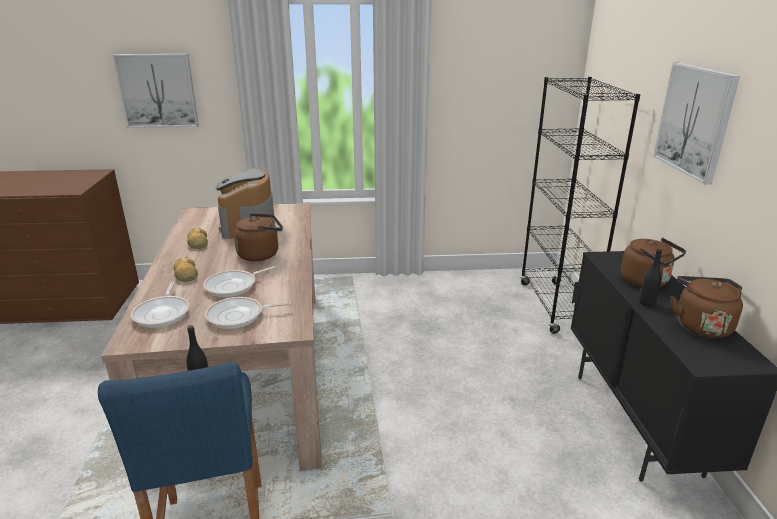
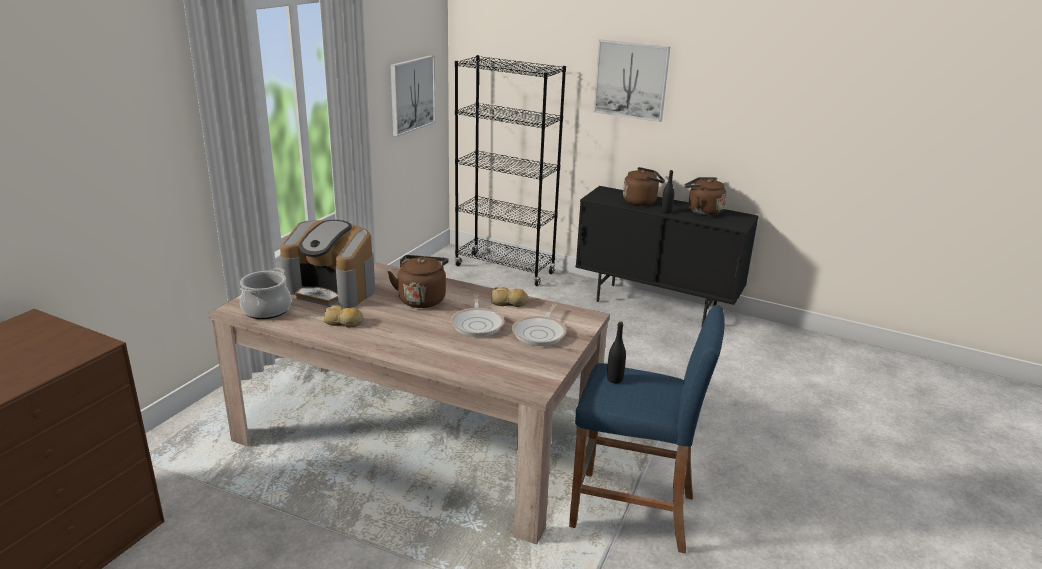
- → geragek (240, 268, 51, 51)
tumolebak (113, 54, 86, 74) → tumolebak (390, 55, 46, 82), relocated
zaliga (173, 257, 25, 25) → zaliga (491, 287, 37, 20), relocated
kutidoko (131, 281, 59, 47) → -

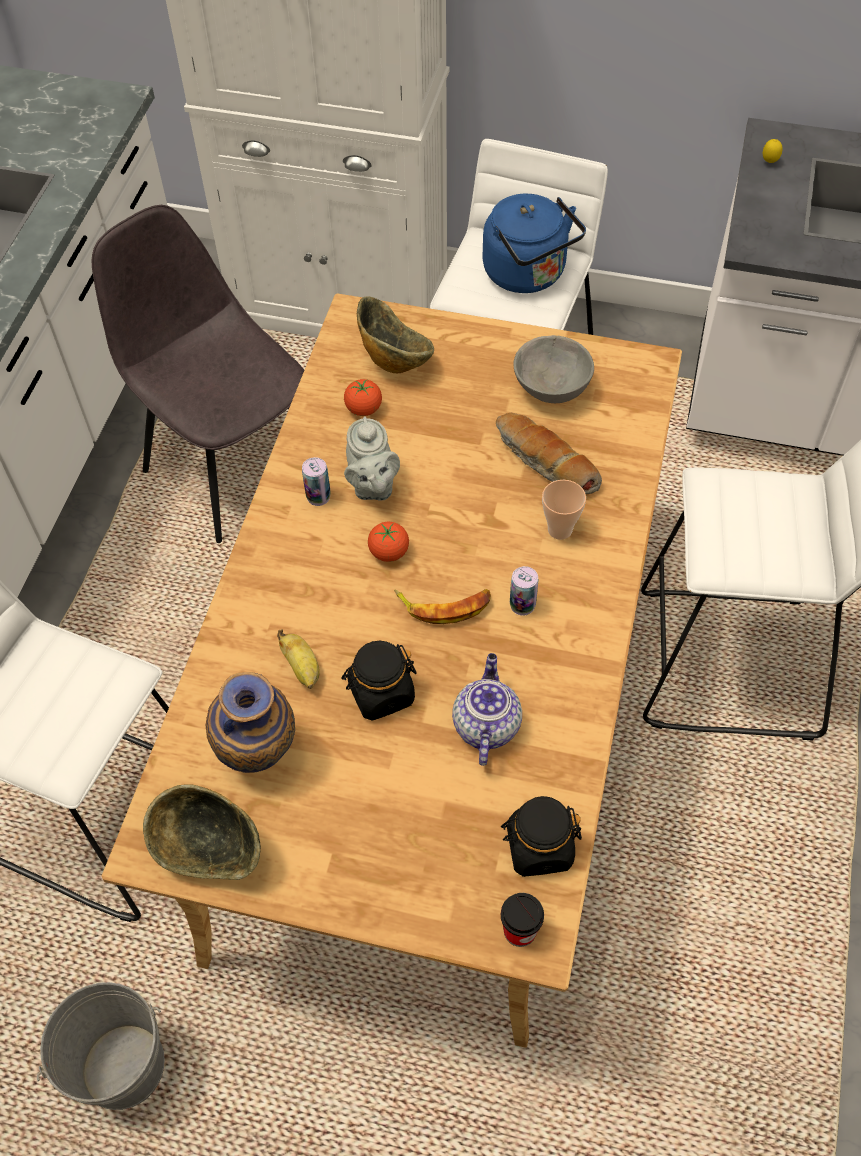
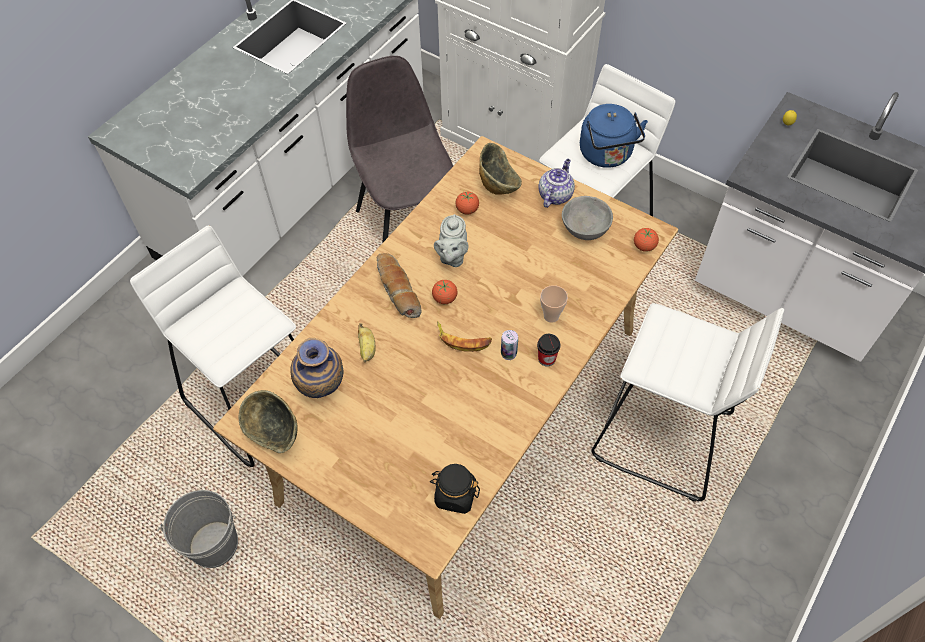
zaliga (496, 413, 106, 81) → zaliga (377, 253, 45, 65), relocated
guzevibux (501, 893, 43, 54) → guzevibux (537, 334, 23, 33), relocated
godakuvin (452, 653, 70, 113) → godakuvin (539, 159, 36, 49), relocated
- → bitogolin (634, 228, 25, 24)
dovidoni (302, 457, 29, 49) → -
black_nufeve (341, 641, 76, 80) → -

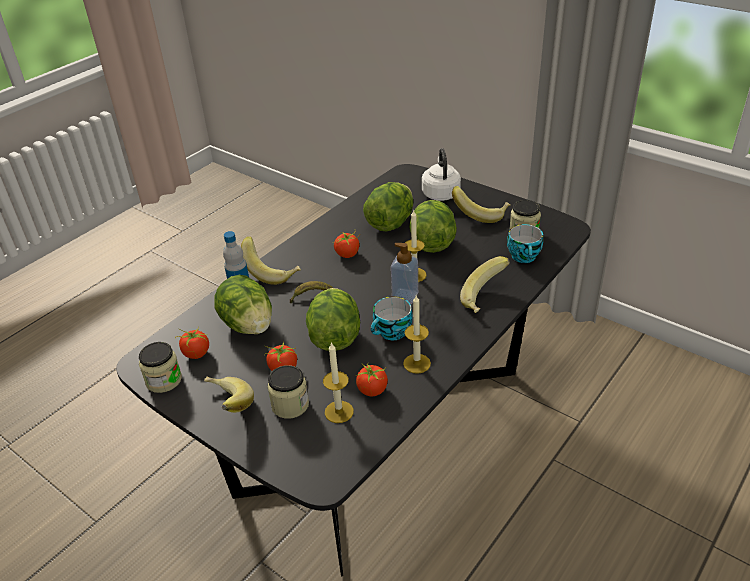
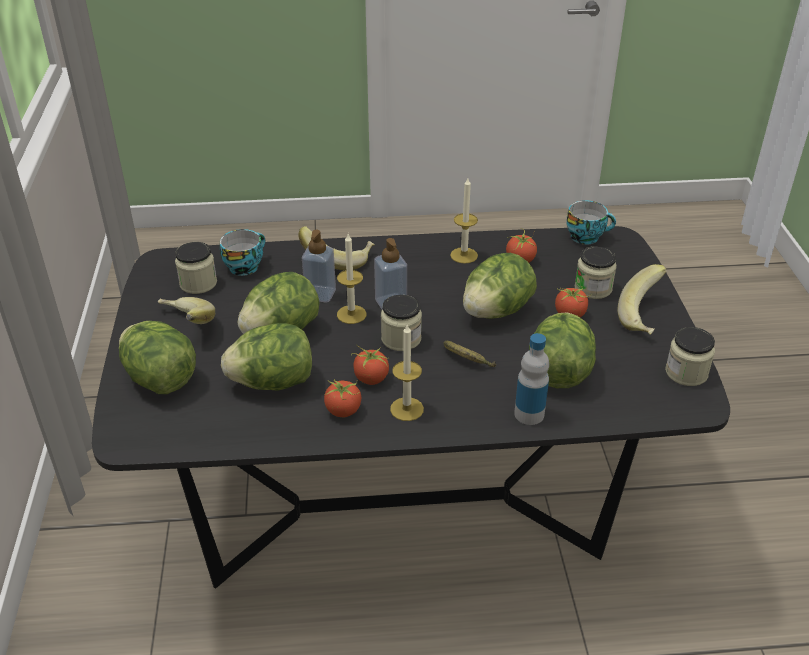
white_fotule (422, 148, 39, 53) → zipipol (119, 321, 77, 73)
- → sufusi (302, 230, 34, 72)
bitogolin (175, 327, 34, 32) → bitogolin (324, 379, 37, 38), relocated
- → nufeve (381, 295, 41, 56)
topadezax (323, 342, 31, 81) → topadezax (390, 325, 34, 96), relocated
guzevibux (371, 296, 42, 44) → guzevibux (566, 200, 50, 45), relocated
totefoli (241, 236, 60, 49) → -

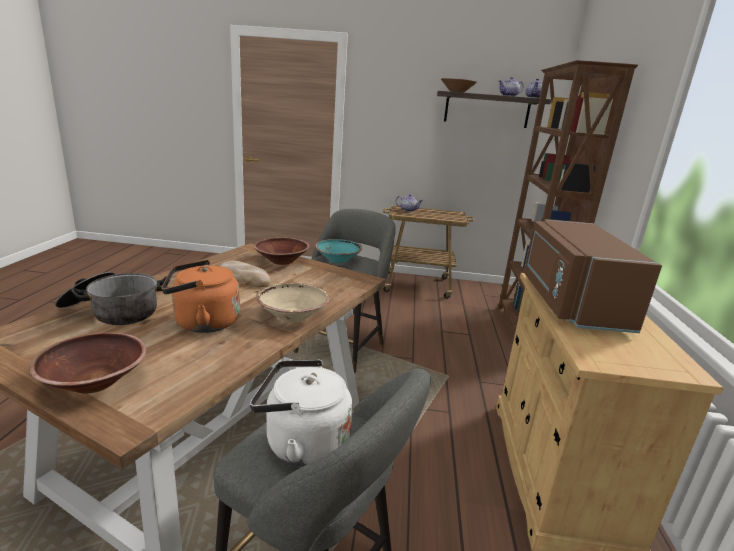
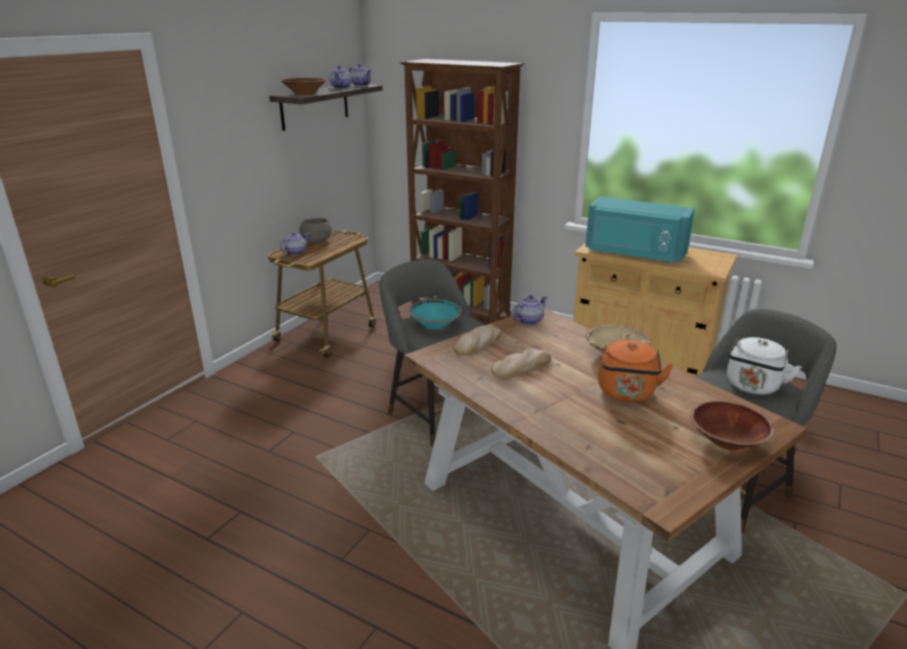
- → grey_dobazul (300, 218, 32, 25)
brown_dobazul (254, 237, 56, 28) → zaliga (453, 324, 49, 31)
- → godakuvin (512, 295, 36, 30)
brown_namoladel (524, 219, 138, 114) → turquoise_namoladel (585, 197, 110, 66)
geragek (55, 272, 112, 53) → -

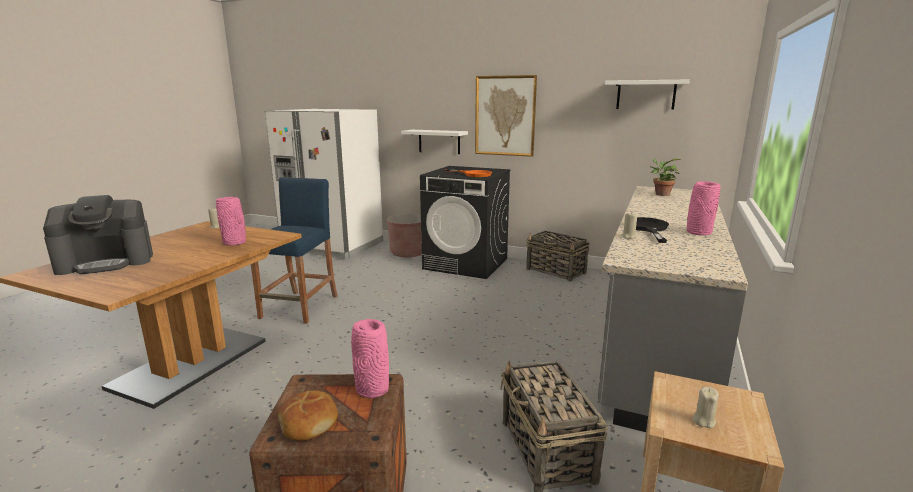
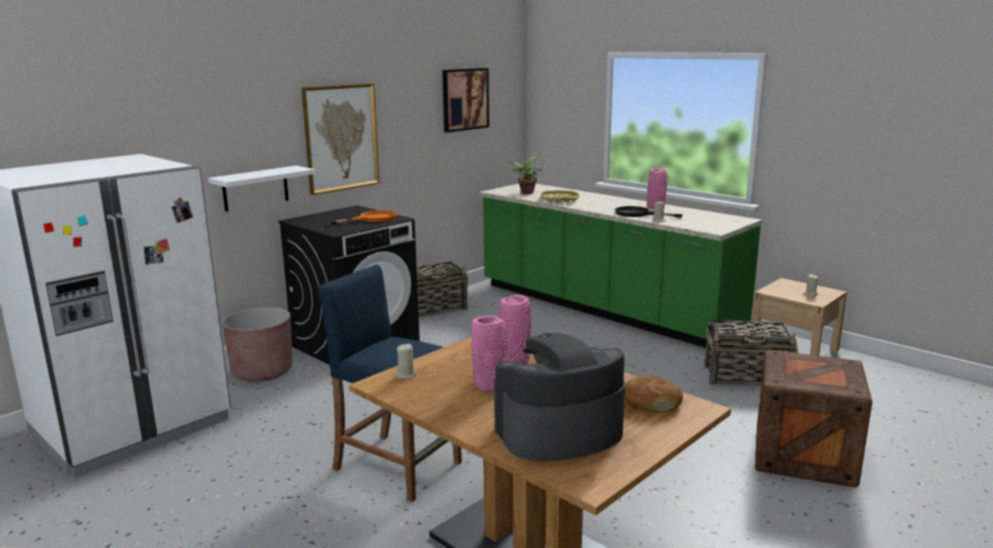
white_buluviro (605, 80, 85, 29) → tumolebak (442, 68, 47, 65)
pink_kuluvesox (351, 319, 38, 79) → pink_kuluvesox (471, 315, 37, 76), relocated
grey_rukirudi (597, 186, 151, 246) → green_rukirudi (479, 184, 283, 164)
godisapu (43, 195, 110, 80) → godisapu (494, 333, 131, 128), 105 degrees counterclockwise
- → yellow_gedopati (541, 190, 38, 13)
zaliga (278, 391, 60, 50) → zaliga (625, 375, 58, 37), relocated

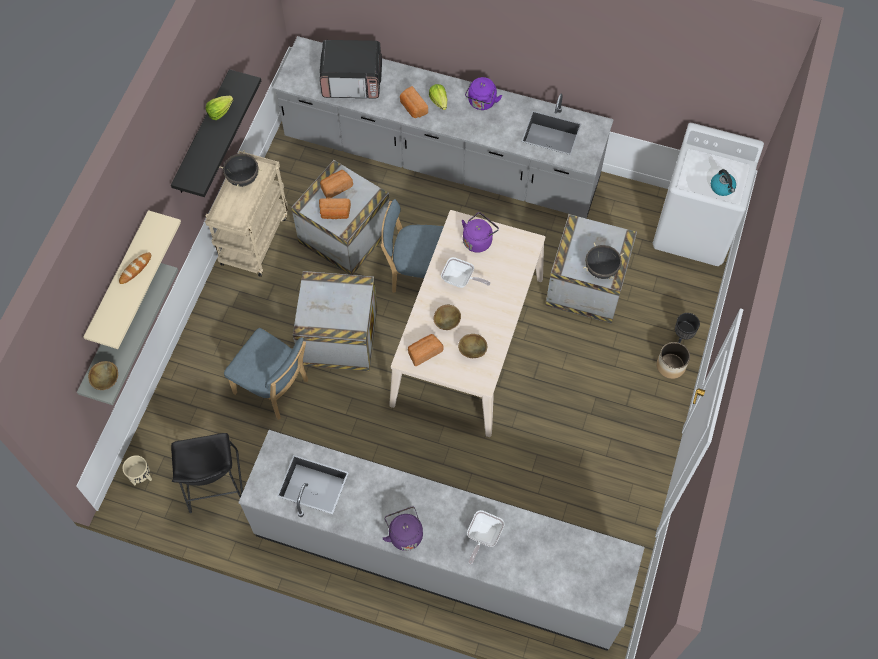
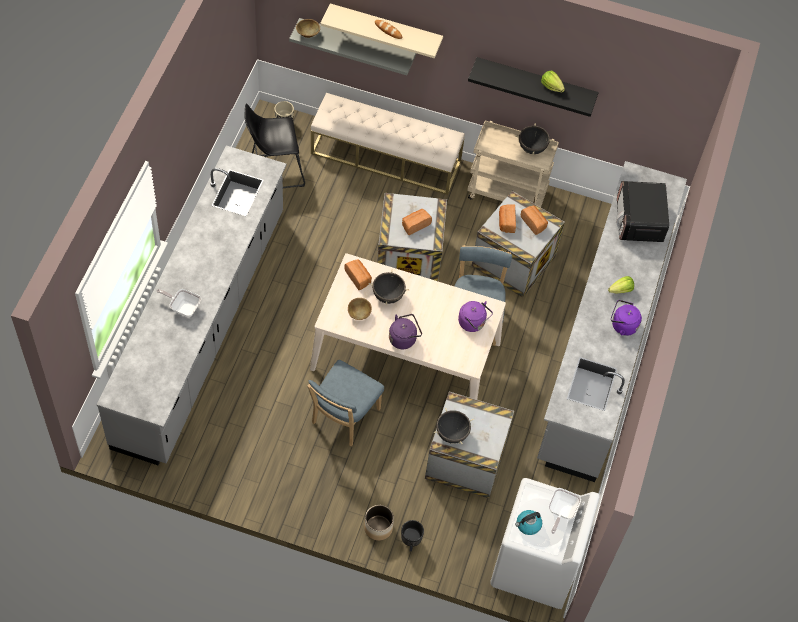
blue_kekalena (224, 328, 84, 92) → blue_kekalena (307, 360, 77, 86), relocated
- → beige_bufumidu (311, 93, 154, 102)
brown_dobazul (434, 305, 27, 25) → black_geragek (369, 269, 41, 36)
purple_fotule (382, 507, 41, 44) → purple_fotule (389, 314, 33, 35), relocated
zaliga (400, 86, 28, 32) → zaliga (402, 209, 30, 26), relocated
kutidoko (441, 257, 49, 31) → kutidoko (548, 488, 33, 46), relocated

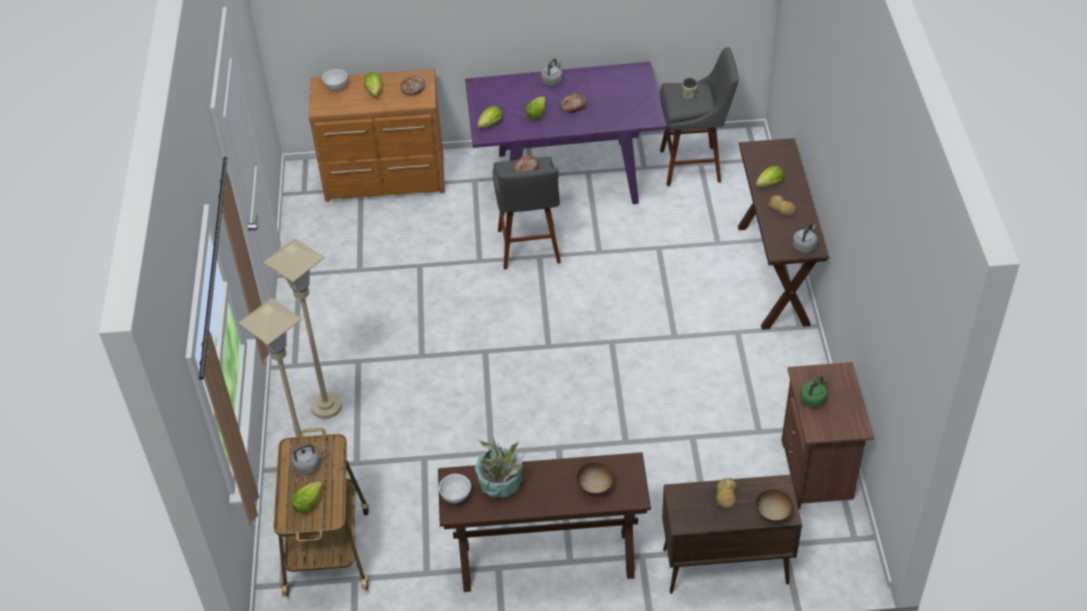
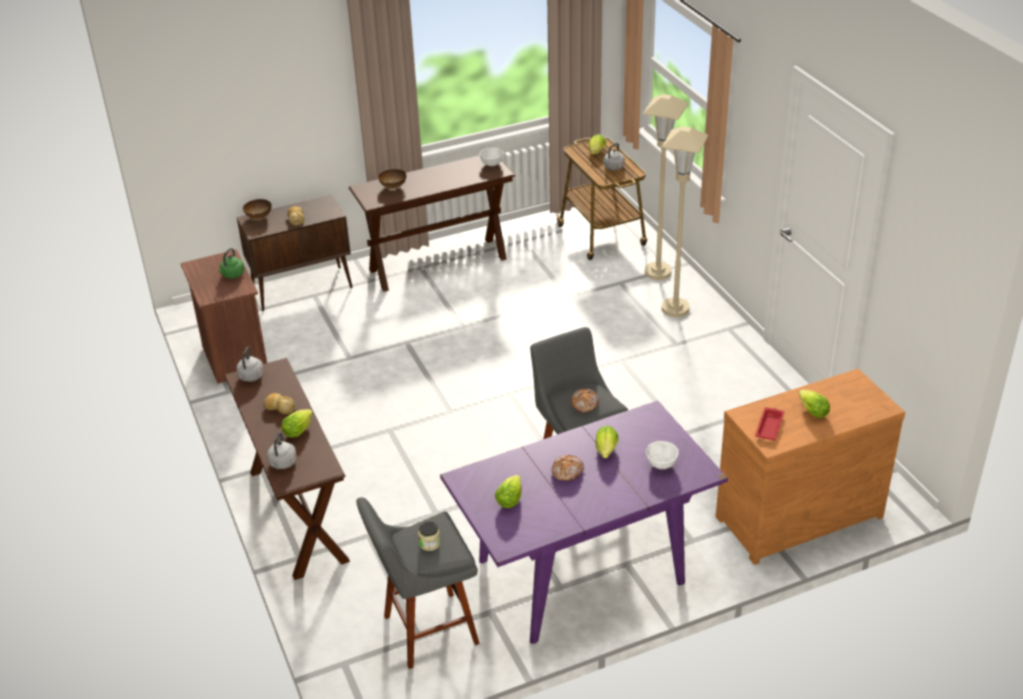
grey_fotule (541, 58, 21, 28) → grey_fotule (267, 432, 30, 37), relocated
zipipol (477, 106, 25, 22) → zipipol (495, 475, 26, 33), relocated
white_dobazul (322, 69, 25, 22) → white_dobazul (646, 441, 33, 28), relocated
zaliga (400, 76, 25, 19) → red_gedopati (755, 407, 30, 33)
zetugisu (475, 437, 51, 61) → -

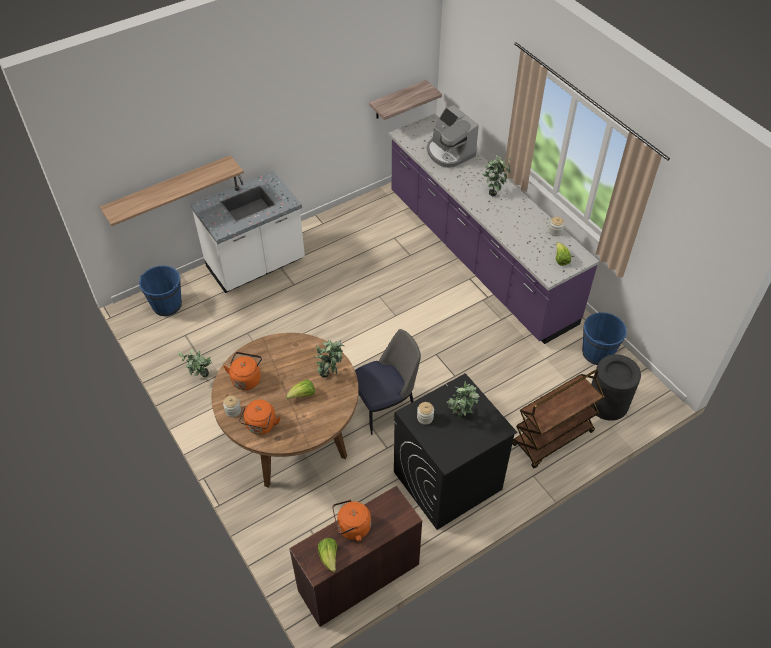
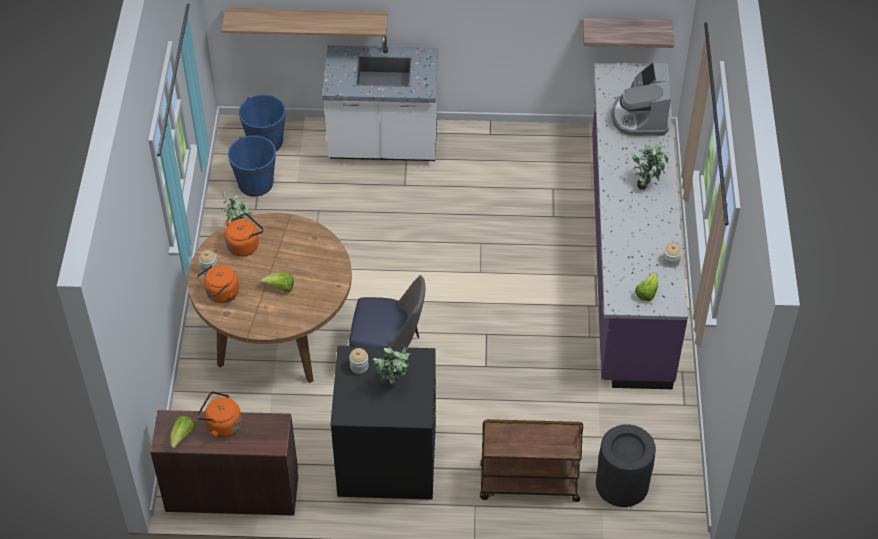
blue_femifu (582, 312, 45, 53) → blue_femifu (228, 135, 48, 62), relocated
zetugisu (314, 340, 30, 38) → -

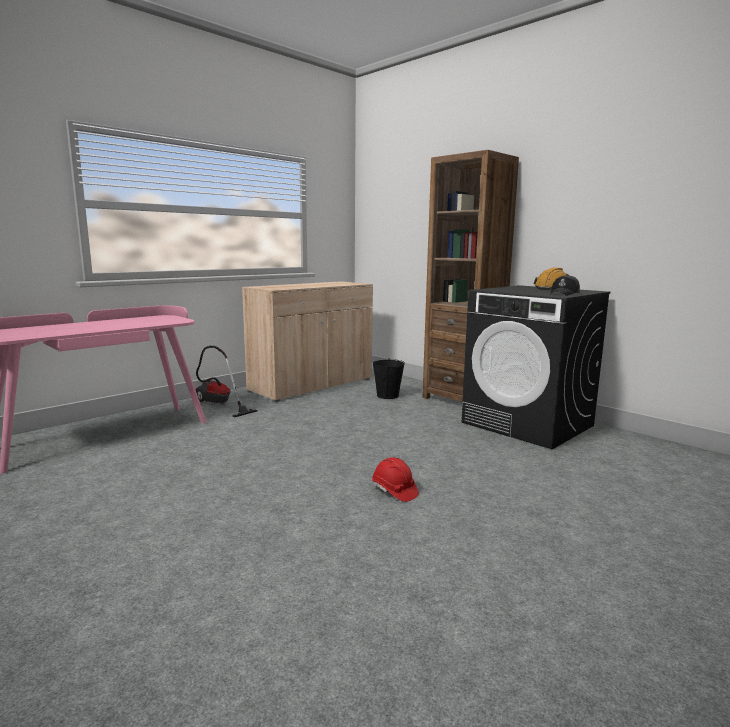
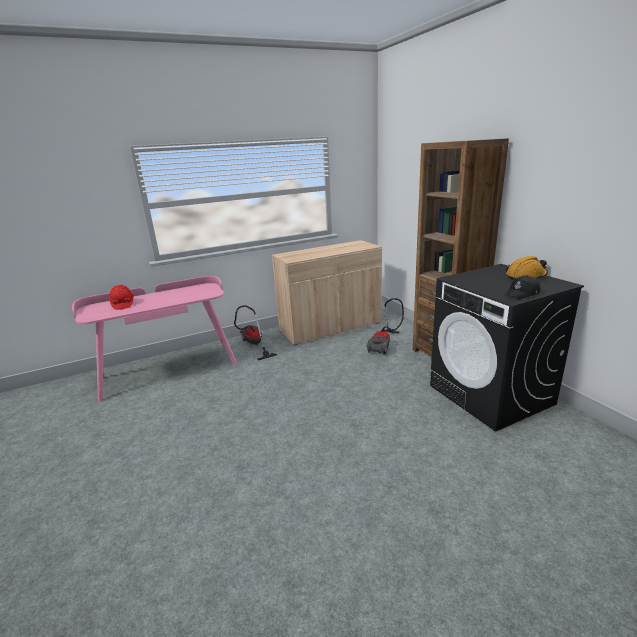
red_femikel (372, 457, 47, 45) → red_femikel (109, 285, 24, 25), relocated
black_femifu (373, 358, 32, 41) → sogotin (367, 298, 37, 57)

